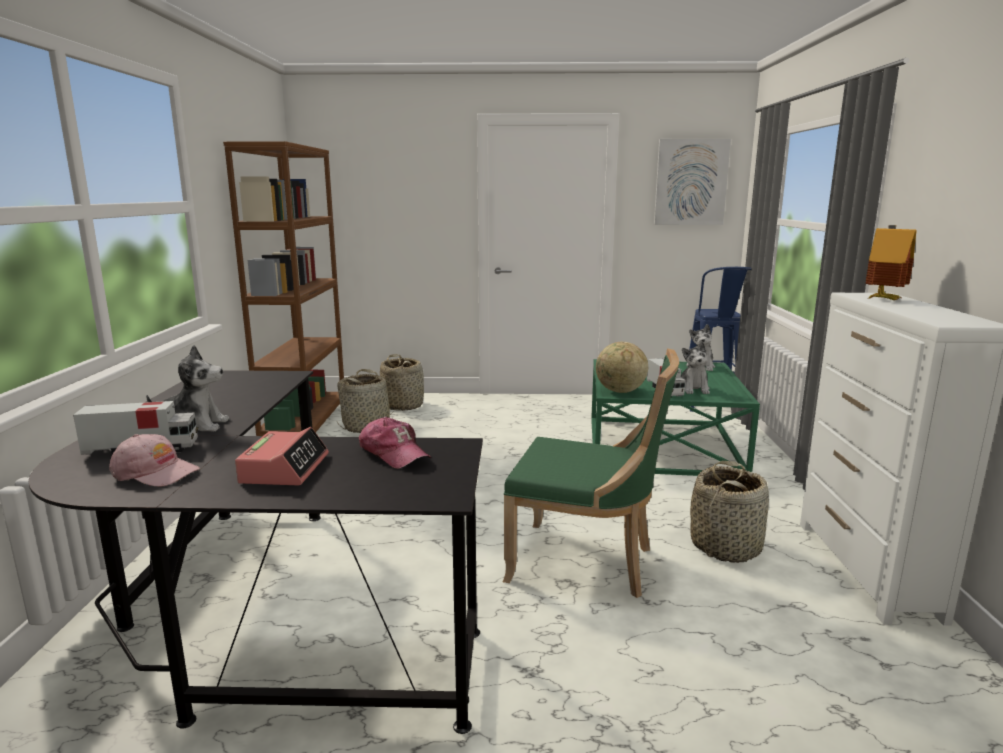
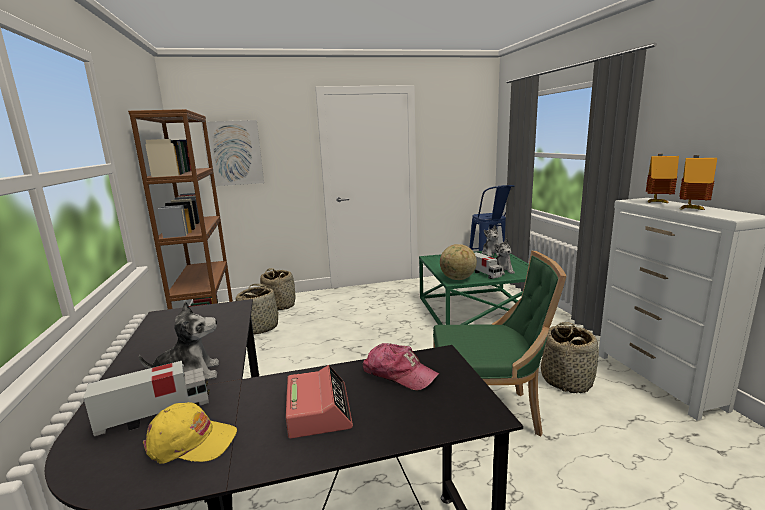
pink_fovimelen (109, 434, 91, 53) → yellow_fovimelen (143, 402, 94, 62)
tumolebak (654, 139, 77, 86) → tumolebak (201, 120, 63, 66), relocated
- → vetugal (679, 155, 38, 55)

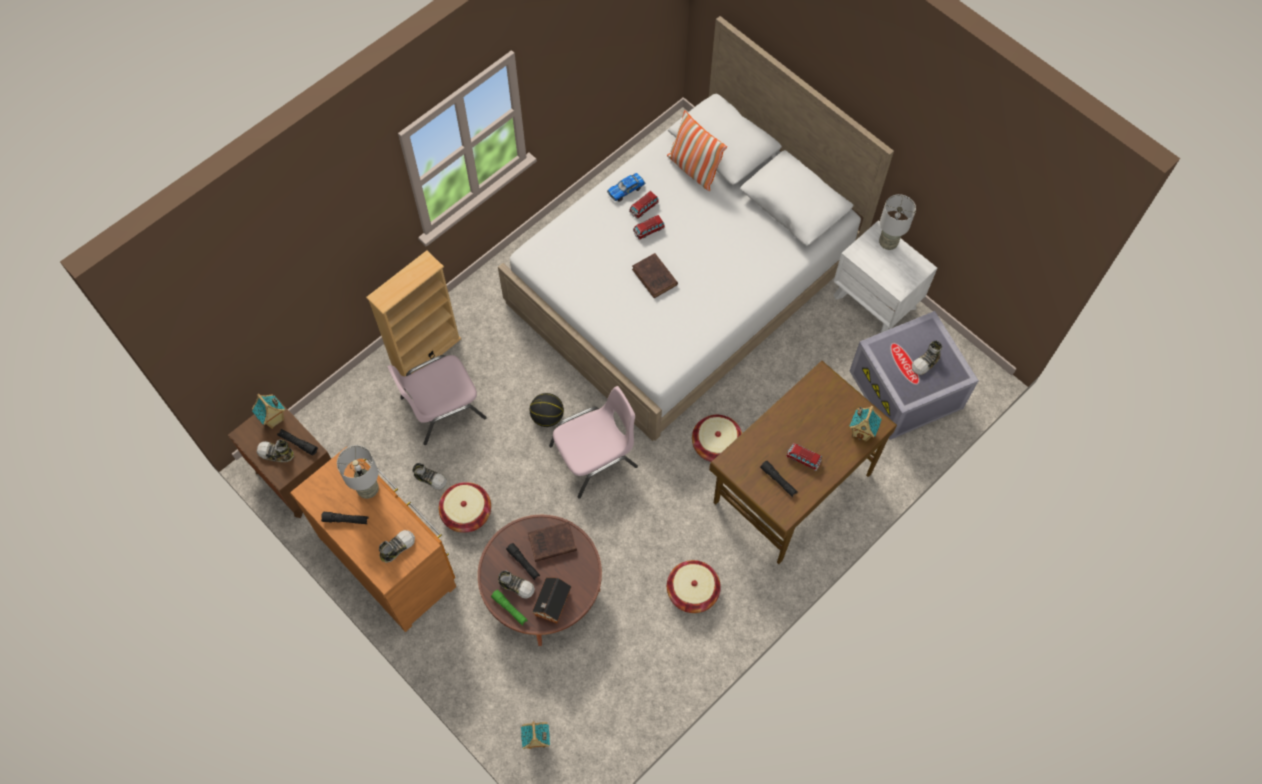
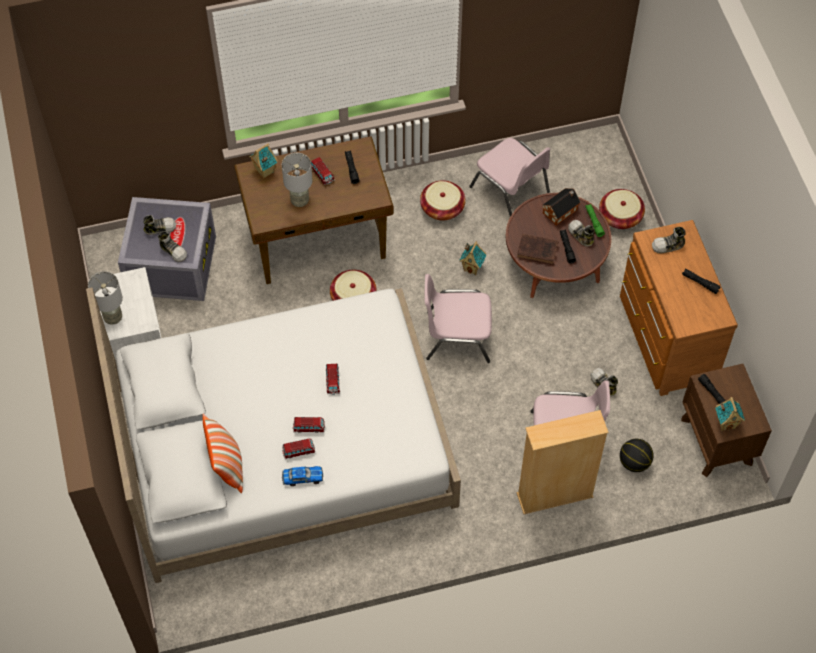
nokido (257, 440, 37, 22) → nokido (158, 232, 29, 30), relocated
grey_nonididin (337, 445, 42, 54) → grey_nonididin (282, 153, 31, 54), relocated
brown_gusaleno (632, 253, 46, 45) → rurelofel (326, 364, 14, 31)
vetugal (521, 722, 29, 27) → vetugal (459, 242, 28, 33), relocated
- → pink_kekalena (469, 138, 81, 79)
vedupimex (439, 482, 52, 51) → vedupimex (599, 189, 46, 40), relocated
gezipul (530, 393, 34, 34) → gezipul (620, 439, 34, 33), relocated

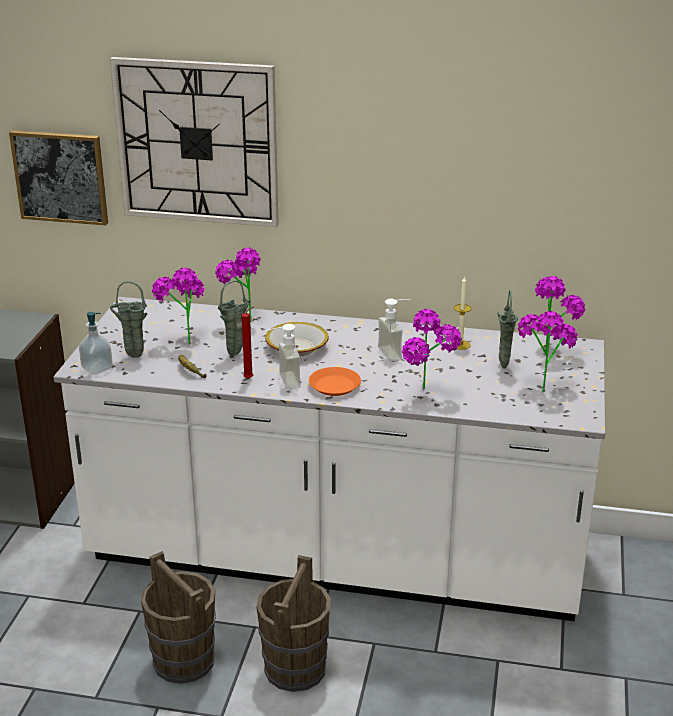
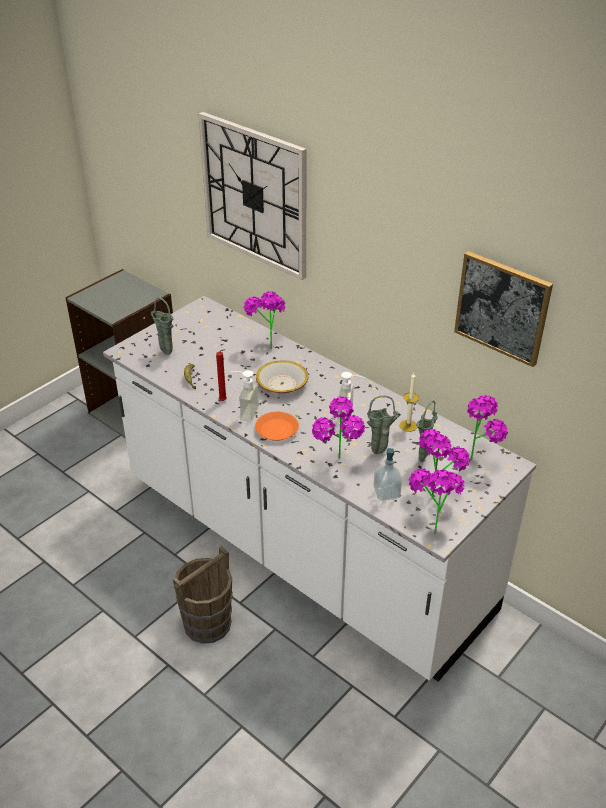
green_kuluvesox (218, 280, 33, 76) → green_kuluvesox (367, 395, 34, 59), relocated
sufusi (79, 312, 34, 63) → sufusi (373, 448, 29, 52), relocated
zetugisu (152, 267, 52, 77) → zetugisu (409, 469, 56, 65), relocated
tumolebak (9, 130, 99, 95) → tumolebak (454, 251, 99, 116), relocated
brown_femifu (141, 551, 75, 133) → -

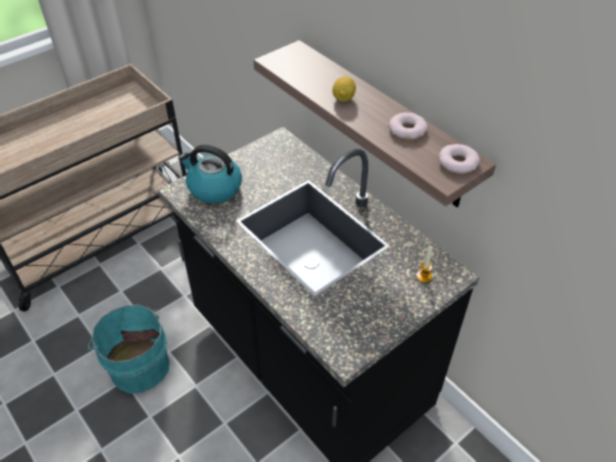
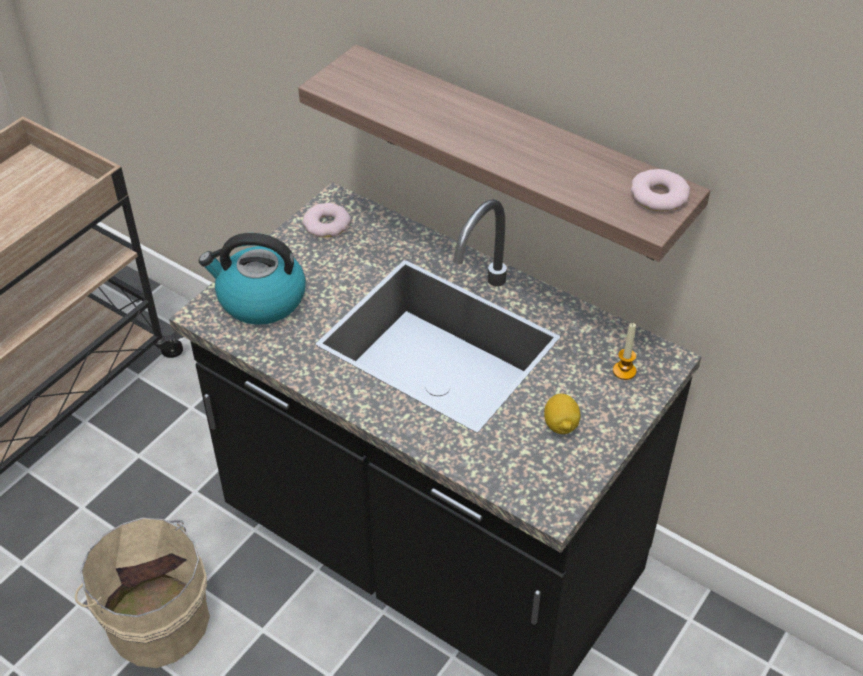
turquoise_femifu (88, 305, 81, 89) → beige_femifu (75, 517, 135, 151)
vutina (389, 113, 39, 26) → vutina (303, 203, 48, 35), relocated
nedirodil (332, 76, 24, 26) → nedirodil (544, 394, 36, 40), relocated

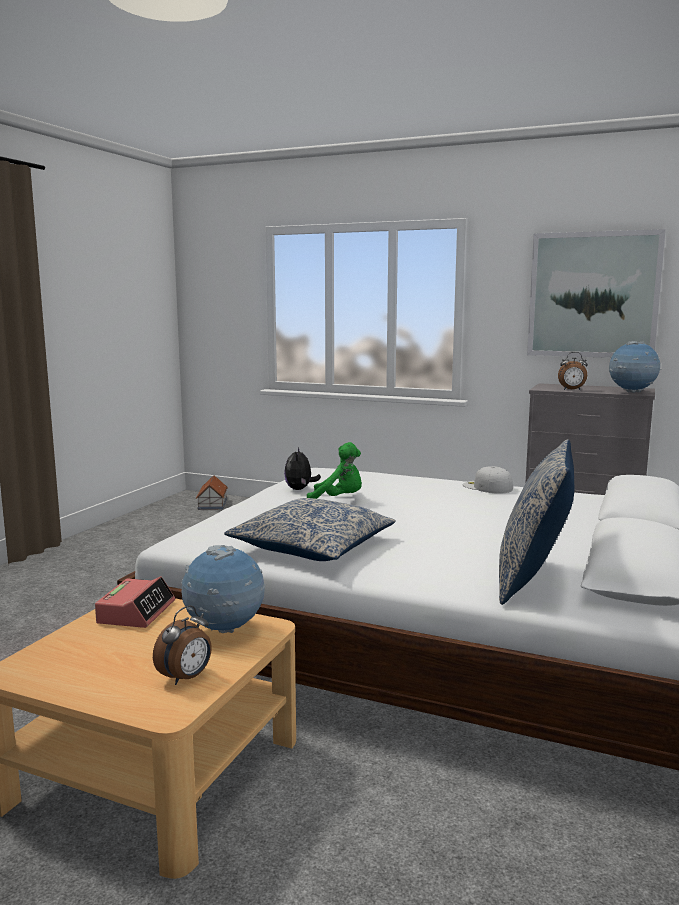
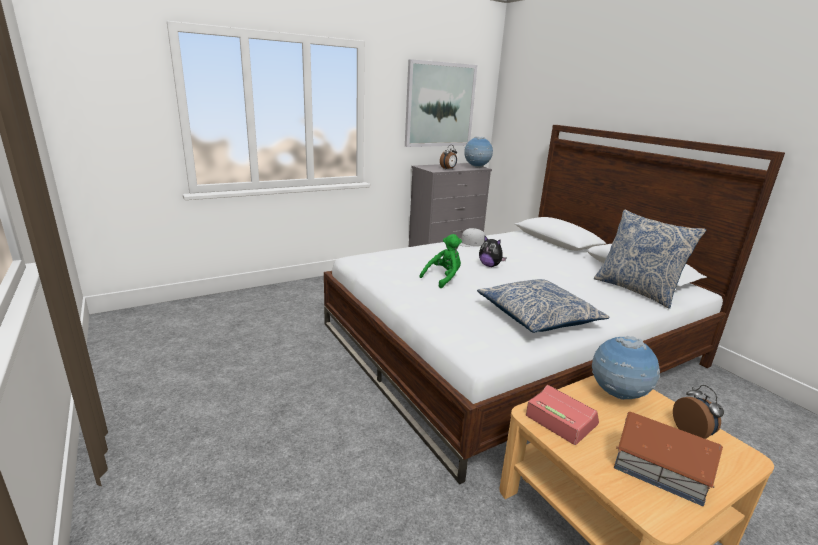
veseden (284, 447, 37, 43) → veseden (479, 235, 27, 32), relocated
vetugal (196, 475, 32, 35) → vetugal (614, 412, 109, 94), relocated

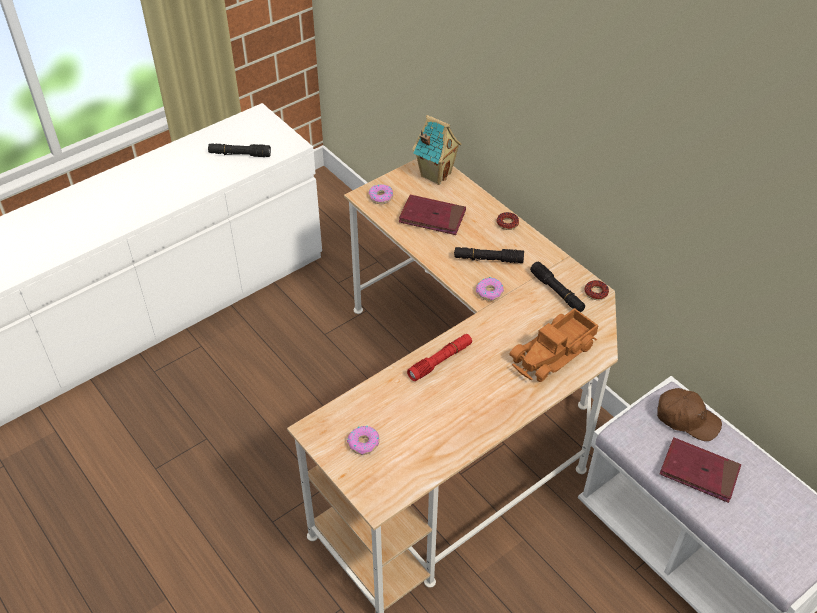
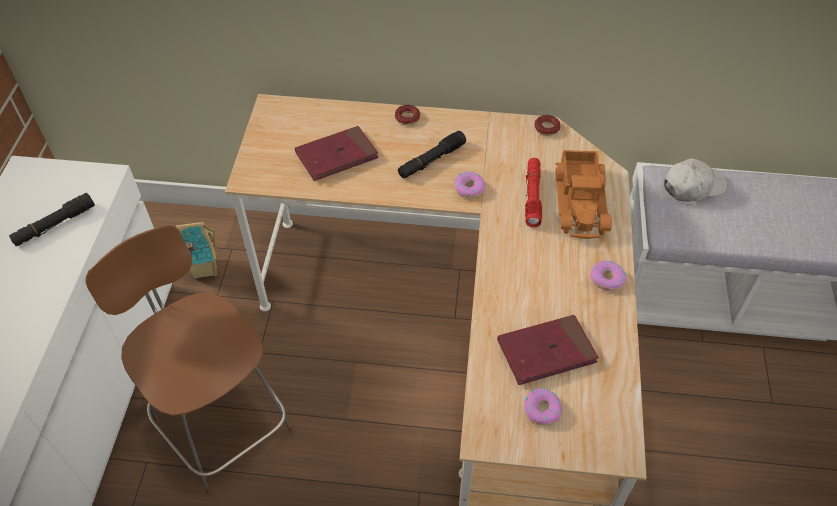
- → brown_kekalena (86, 225, 207, 269)
vetugal (412, 115, 50, 70) → vetugal (176, 222, 42, 57), relocated
red_gusaleno (659, 437, 82, 66) → red_gusaleno (497, 315, 102, 70), relocated
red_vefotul (407, 334, 65, 47) → red_vefotul (525, 158, 17, 69), relocated
vutina (368, 184, 25, 20) → vutina (590, 260, 37, 31), relocated
brown_fovimelen (657, 388, 65, 53) → white_fovimelen (664, 158, 63, 44)
black_vefotul (530, 262, 55, 50) → -

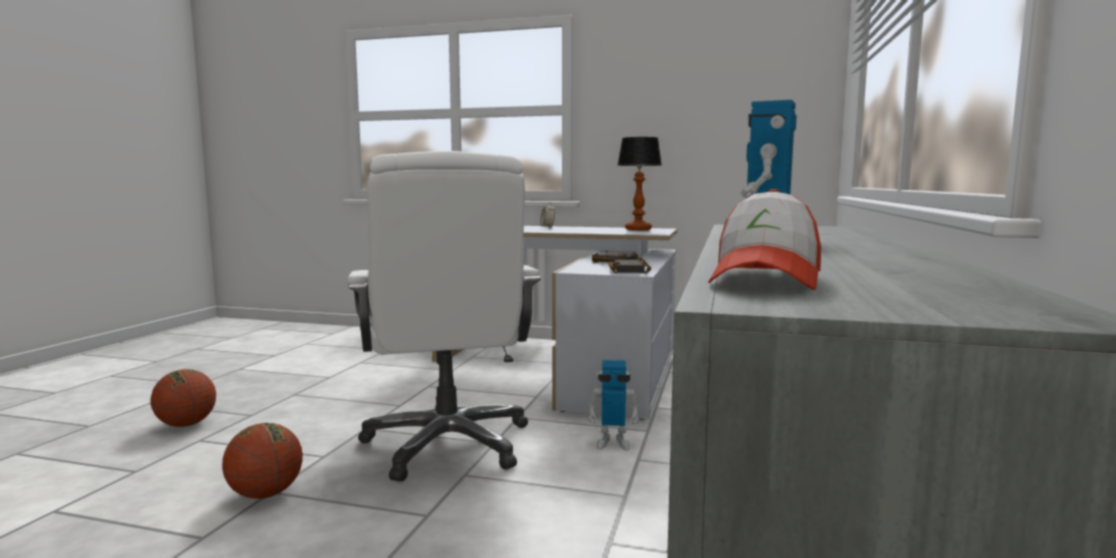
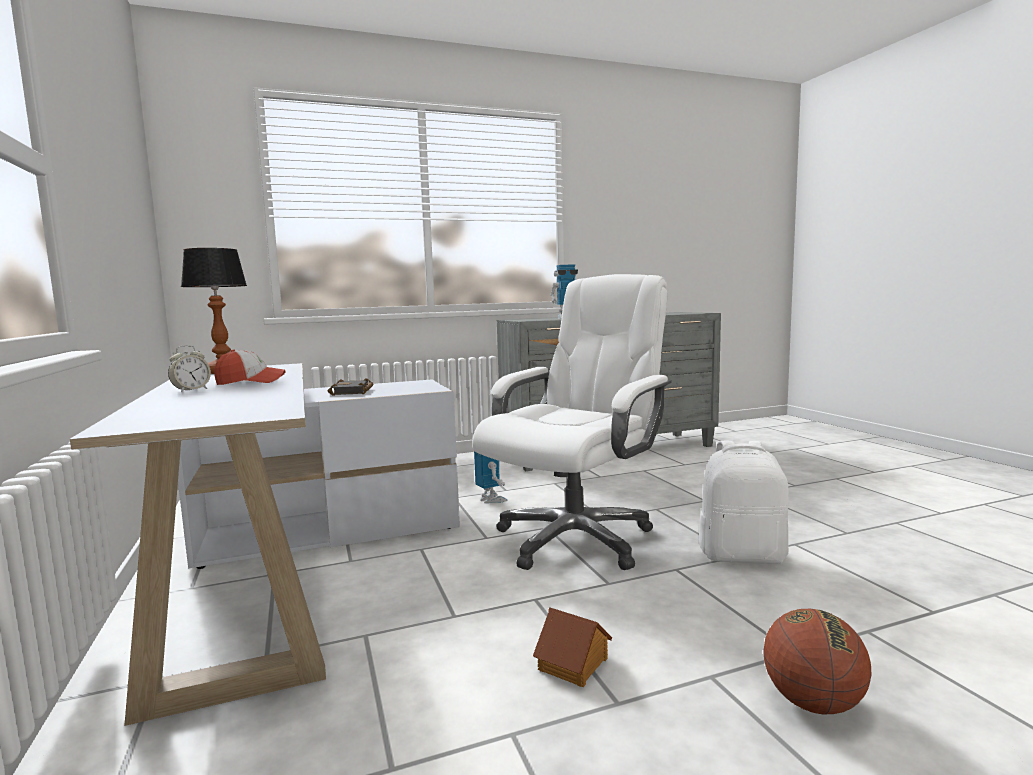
fovimelen (708, 189, 113, 101) → fovimelen (214, 350, 71, 35), relocated
- → vetugal (533, 607, 79, 80)
gezipul (222, 423, 81, 76) → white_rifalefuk (699, 440, 90, 124)
black_gusaleno (608, 258, 43, 16) → -

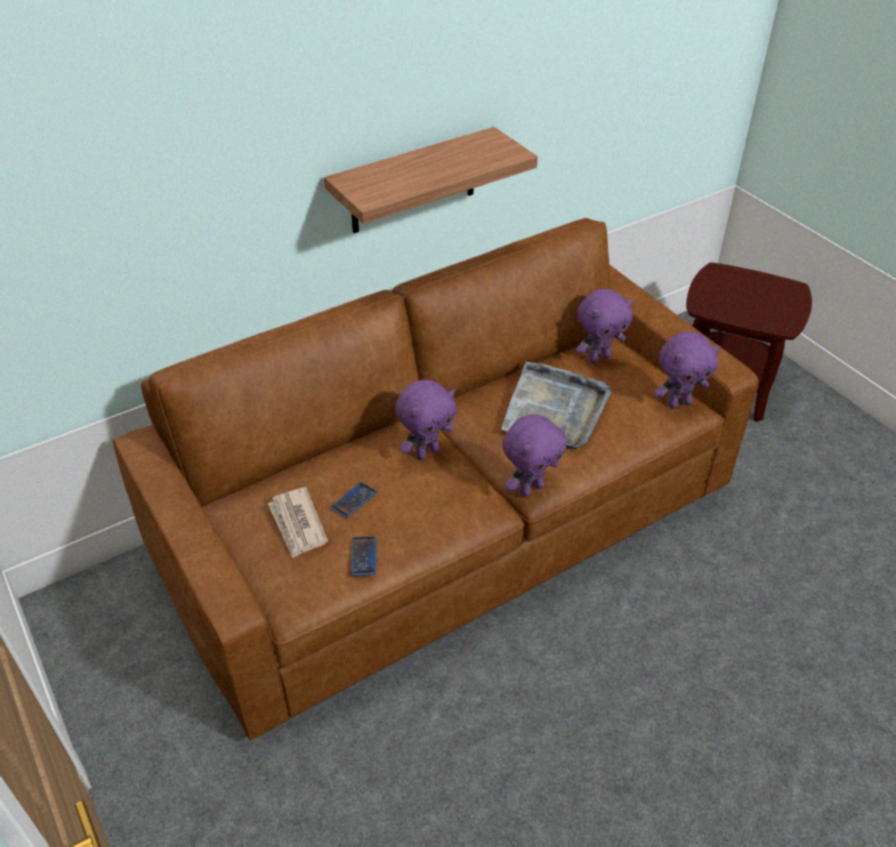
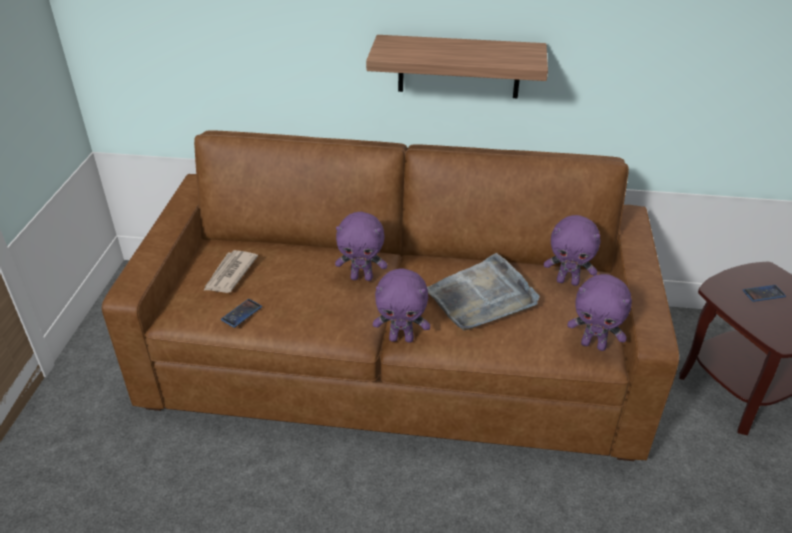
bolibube (331, 482, 46, 36) → bolibube (743, 285, 43, 17), relocated

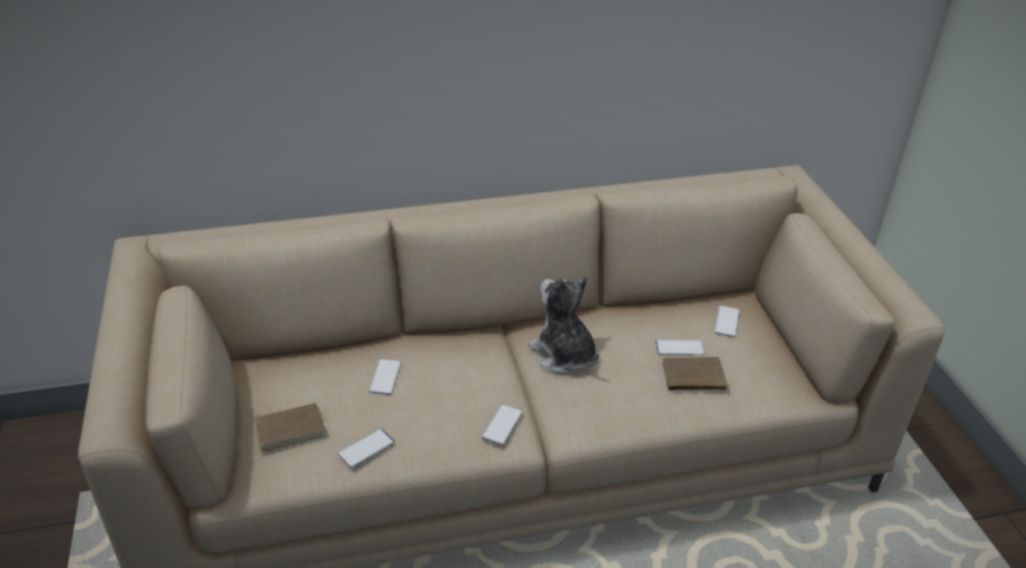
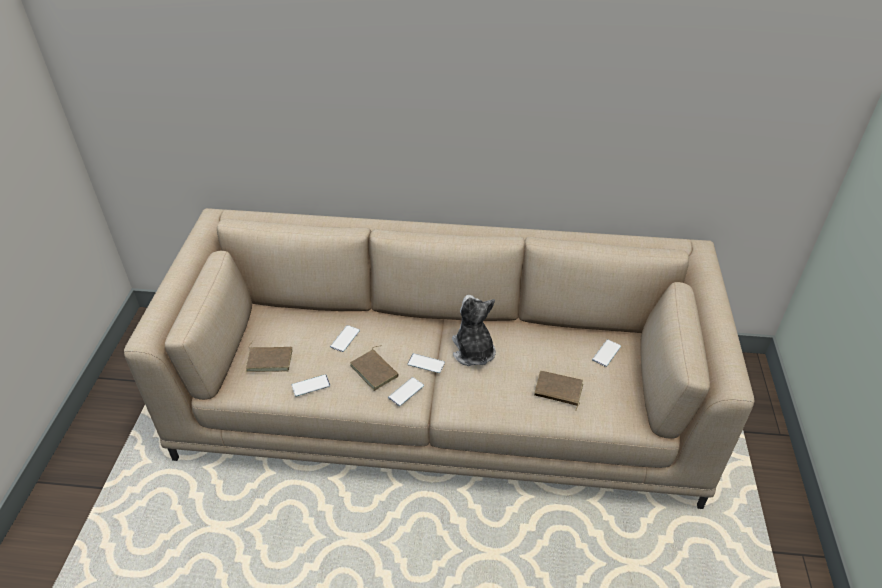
- → brown_gusaleno (350, 345, 49, 46)
bolibube (656, 339, 49, 16) → bolibube (407, 353, 38, 20), relocated

